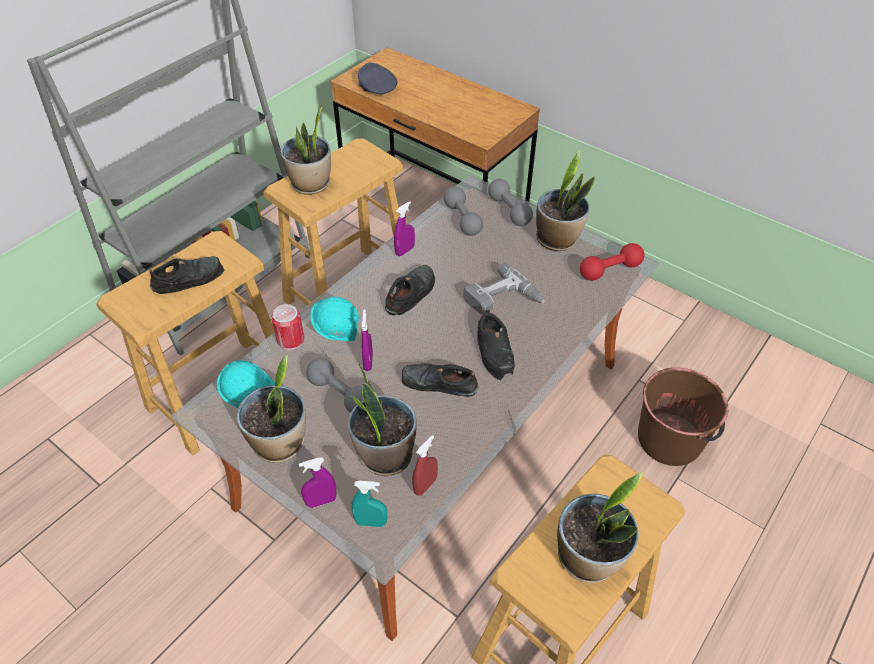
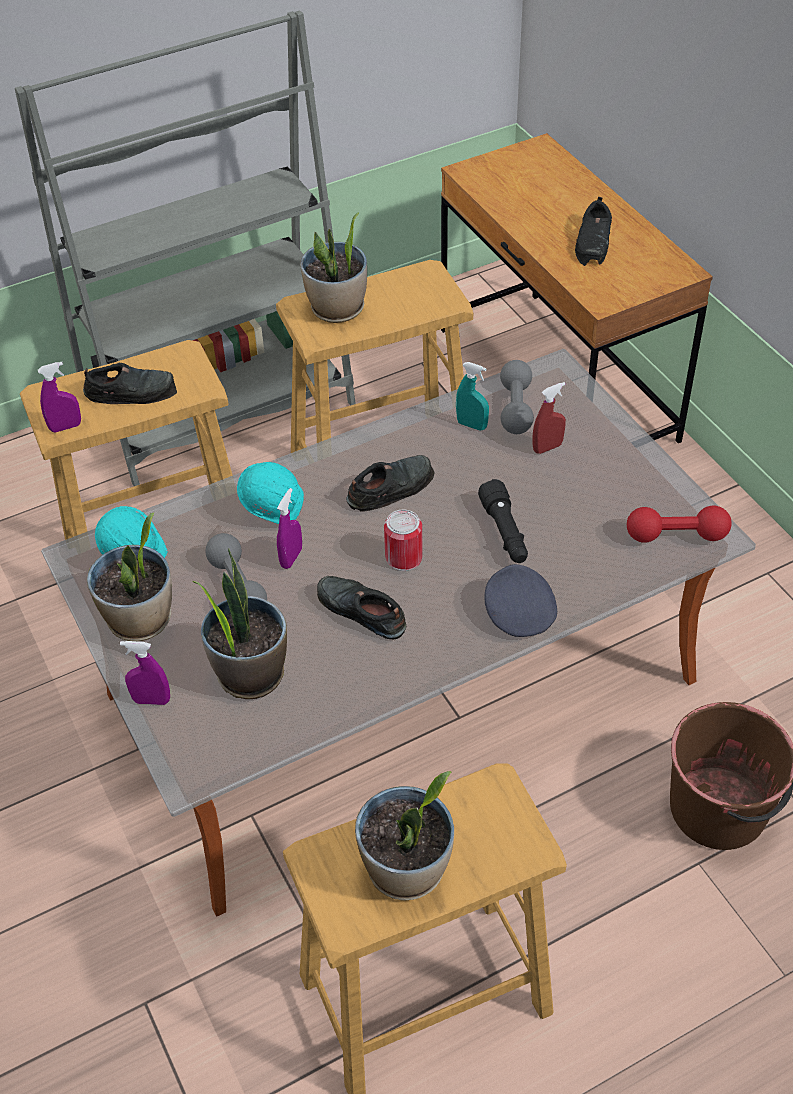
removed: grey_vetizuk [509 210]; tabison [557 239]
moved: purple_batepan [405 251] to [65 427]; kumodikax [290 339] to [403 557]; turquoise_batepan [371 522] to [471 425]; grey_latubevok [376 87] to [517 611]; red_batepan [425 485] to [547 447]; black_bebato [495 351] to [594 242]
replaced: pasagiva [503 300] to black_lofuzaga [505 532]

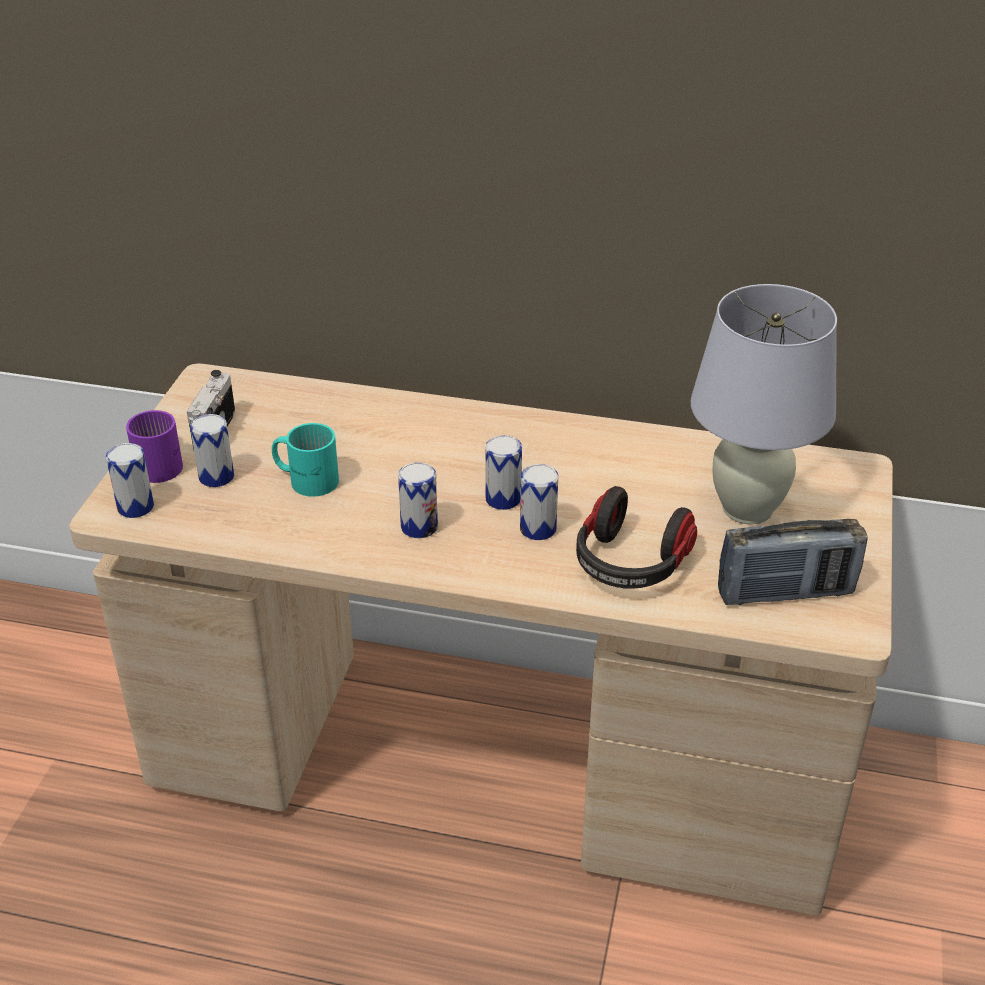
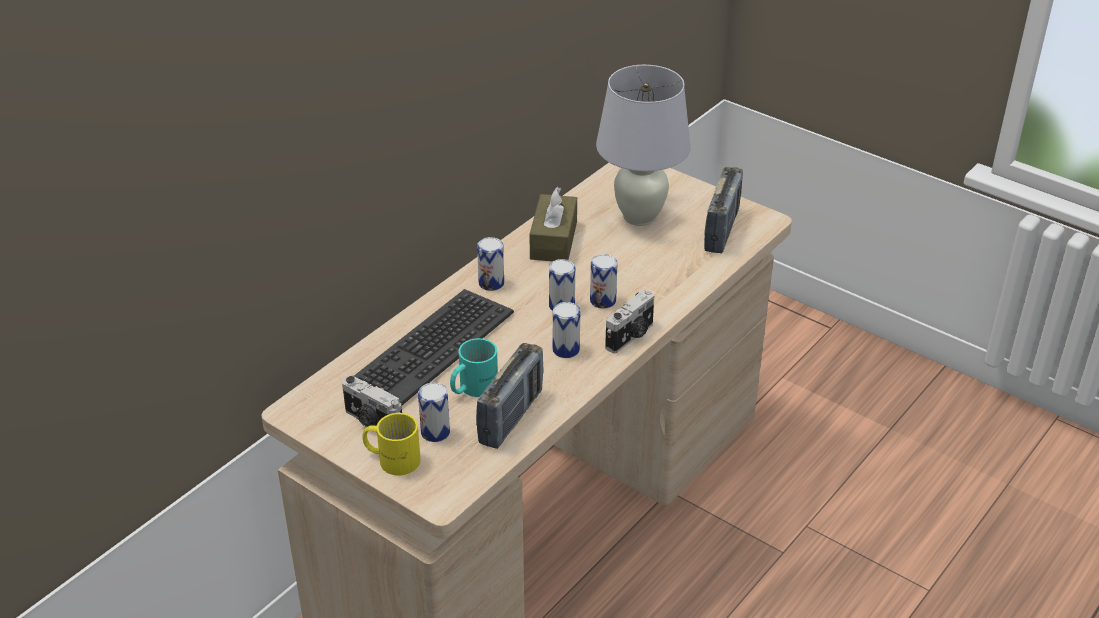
removed: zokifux [629 564]
added: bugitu [432 347]; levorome [511 417]; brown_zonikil [553 240]; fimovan [631 336]
moved: kumodikax [135 507] to [491 283]
recoloured: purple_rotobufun [161 462] to yellow_rotobufun [393 458]

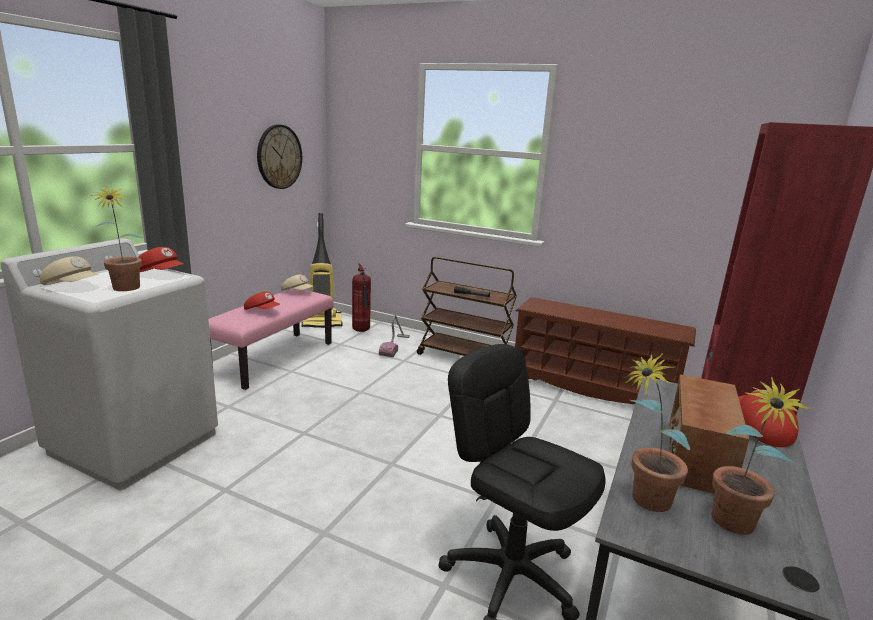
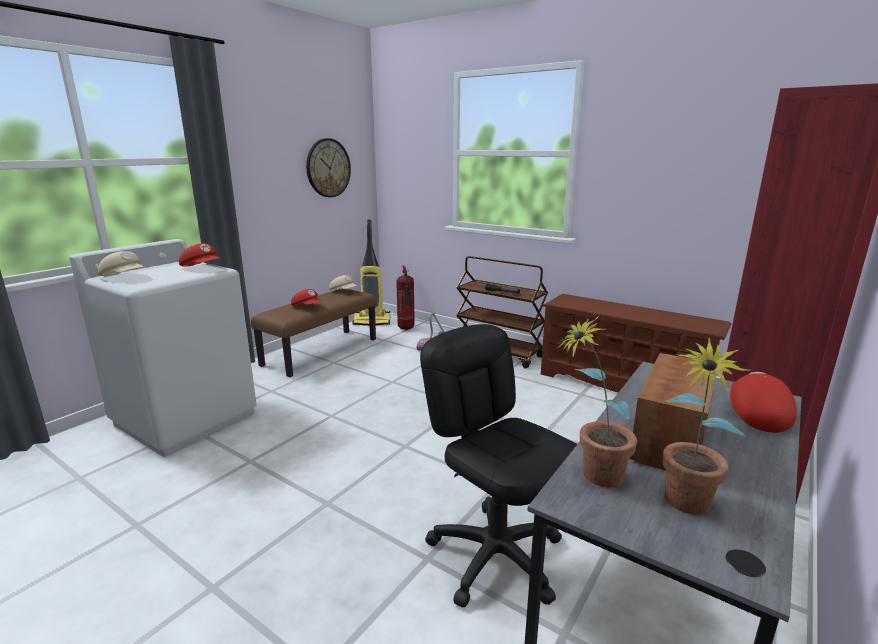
removed: tabison [125 290]
recoloured: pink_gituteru [273 359] to brown_gituteru [321 352]

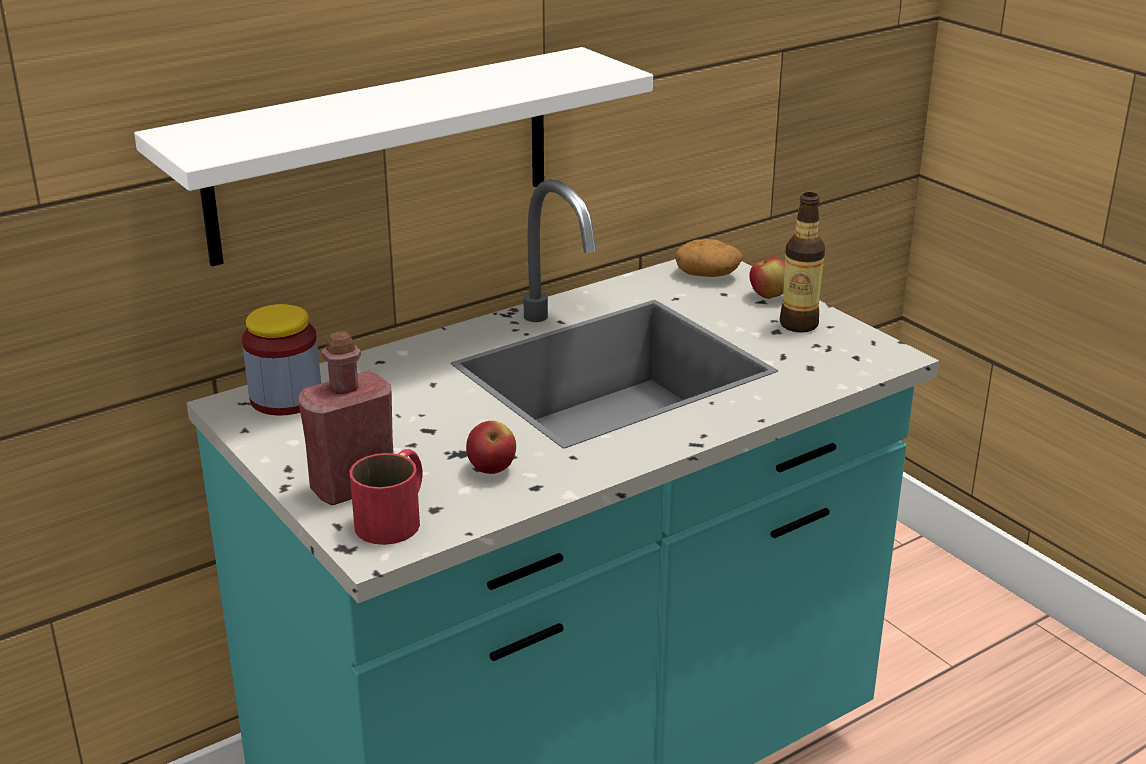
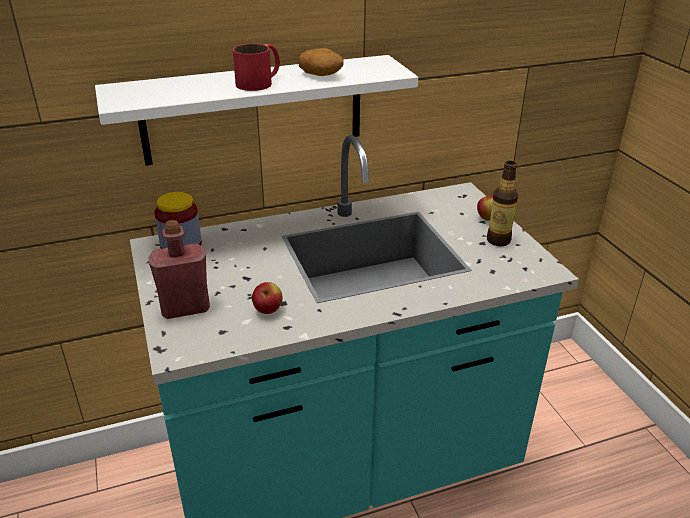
moved: red_rotobufun [396 517] to [260 82]; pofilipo [708 275] to [321 75]

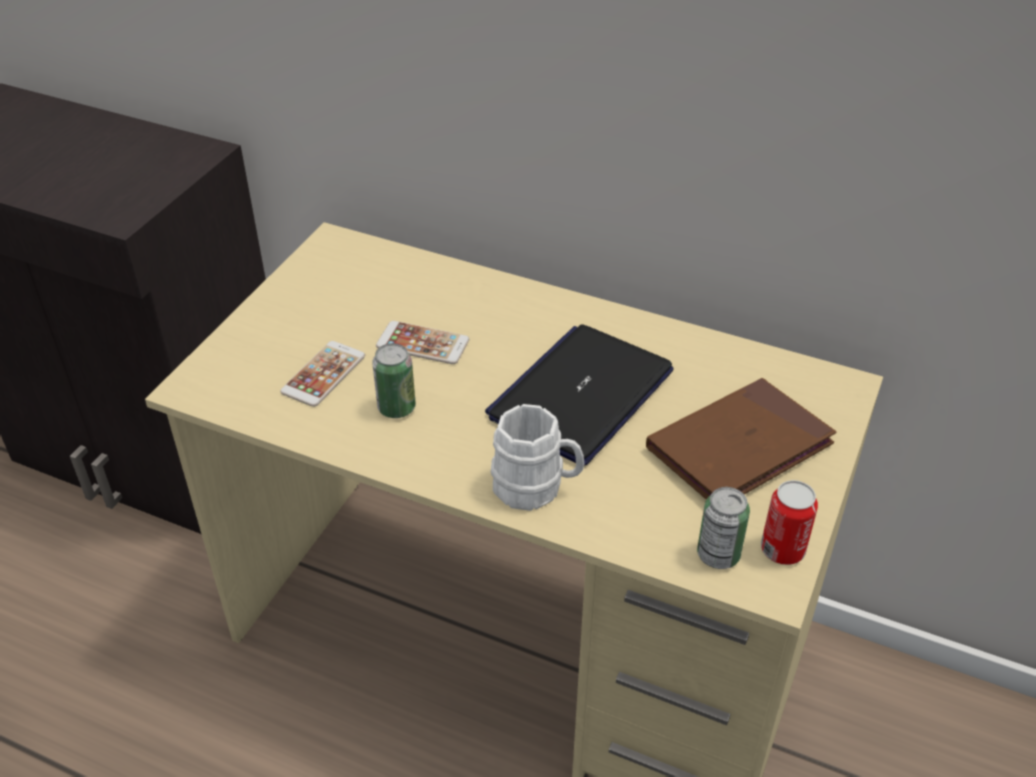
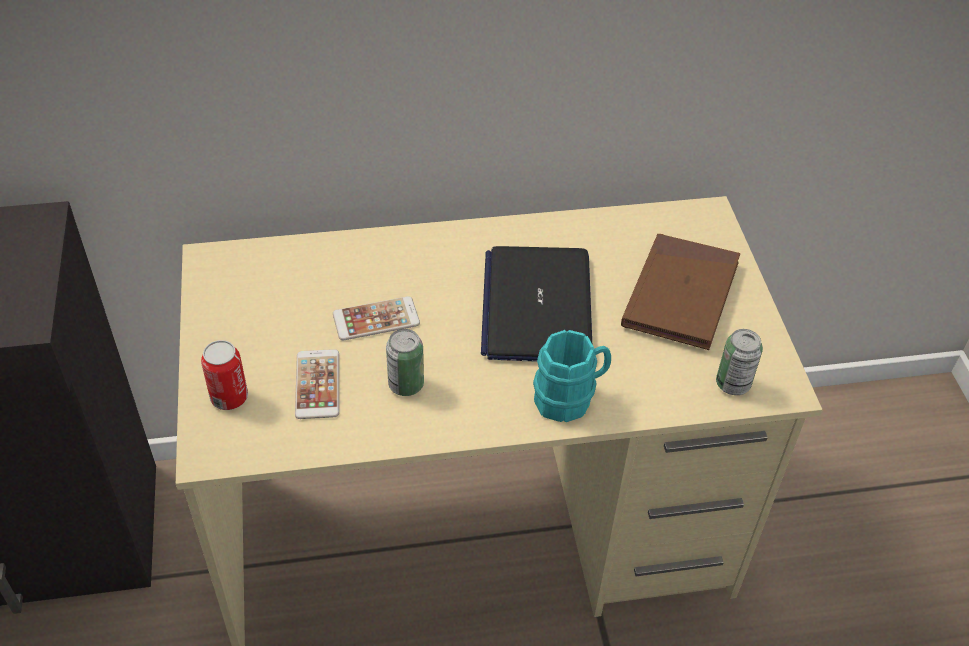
moved: kumodikax [782 550] to [229 397]
recoloured: white_rotobufun [537 488] to turquoise_rotobufun [570 397]

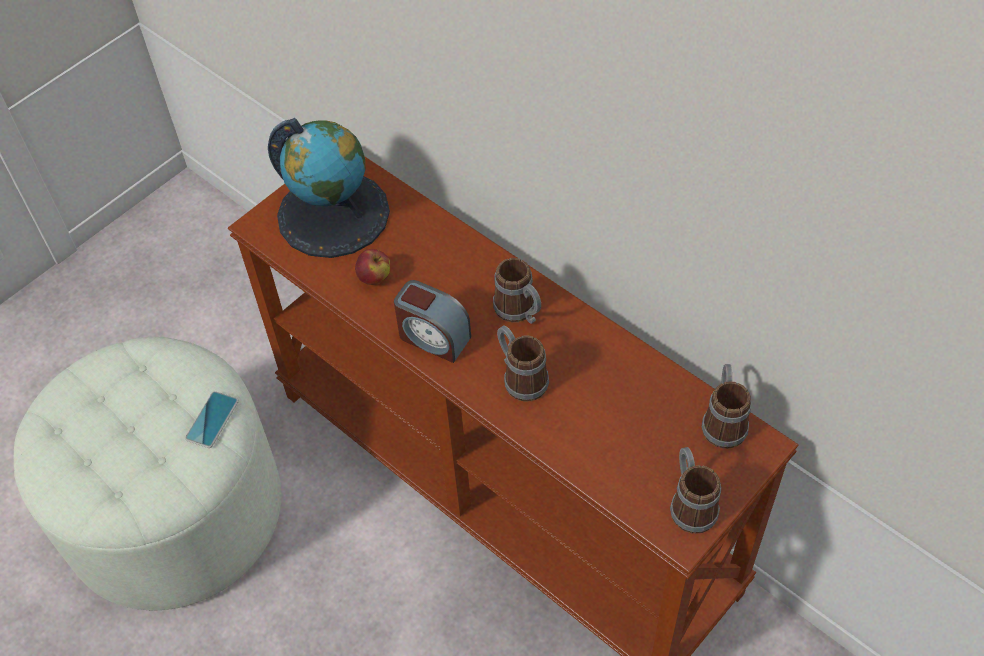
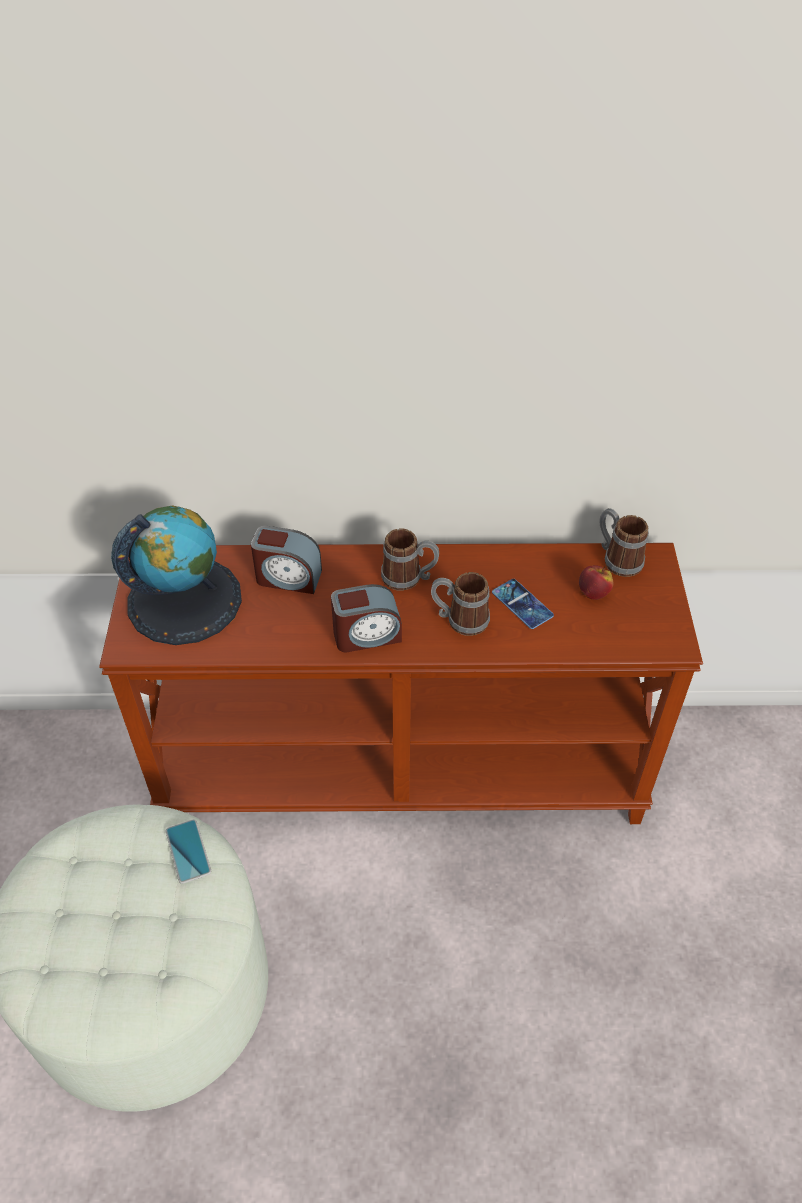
removed: rotobufun [690 503]
added: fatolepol [288 578]; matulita [522 604]
moved: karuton [374 278] to [593 593]

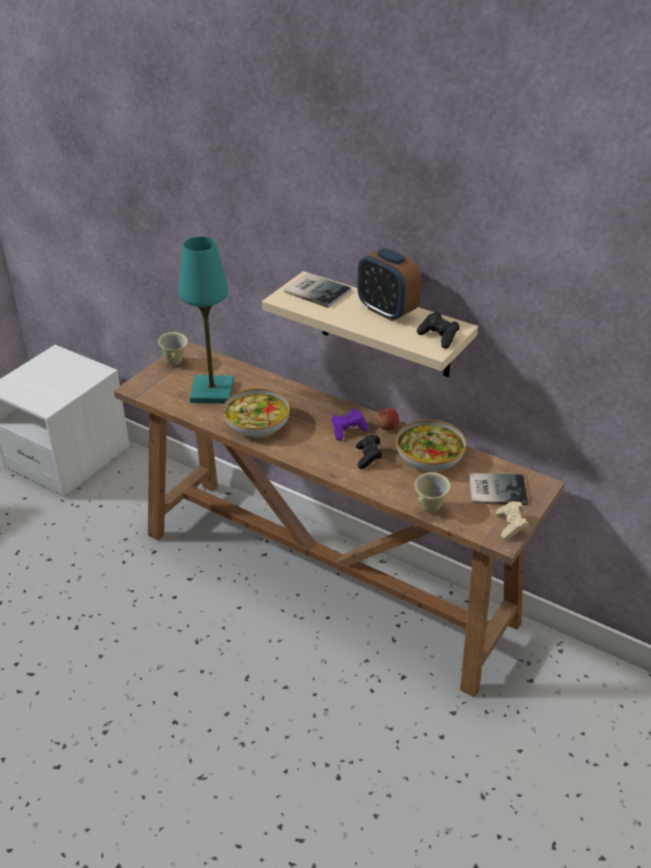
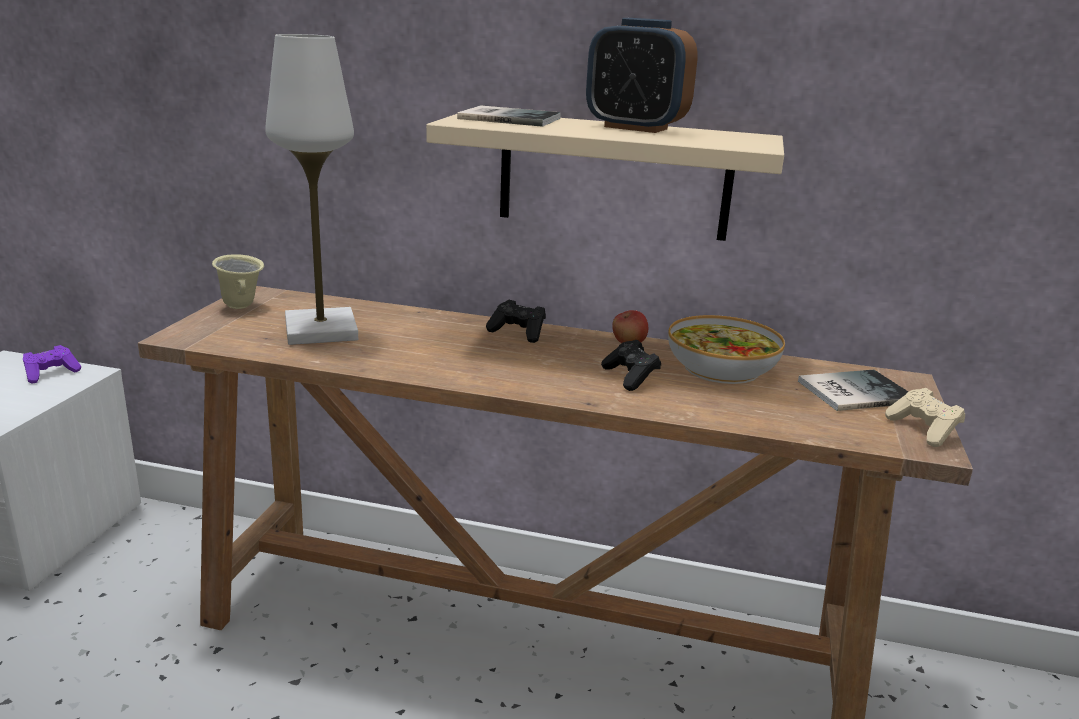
removed: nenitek [257 424]; beige_rotobufun [430 510]
moved: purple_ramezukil [348 430] to [51 373]; black_ramezukil [439 337] to [518 333]
recoloured: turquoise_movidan [212 391] to white_movidan [320 330]

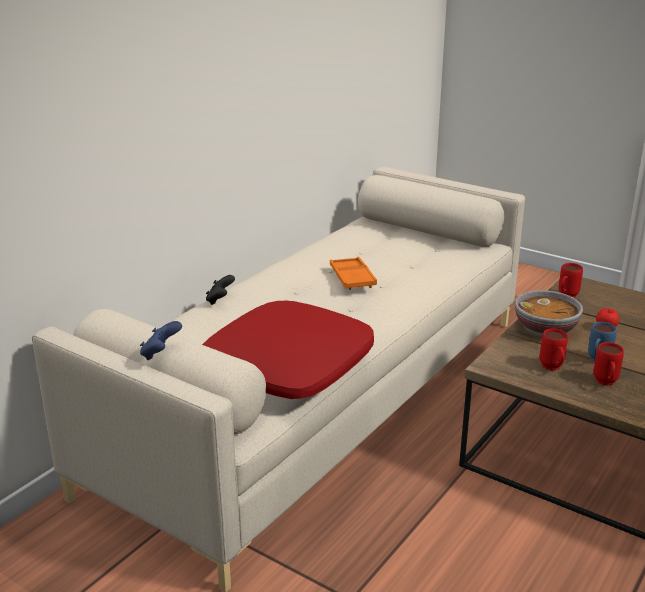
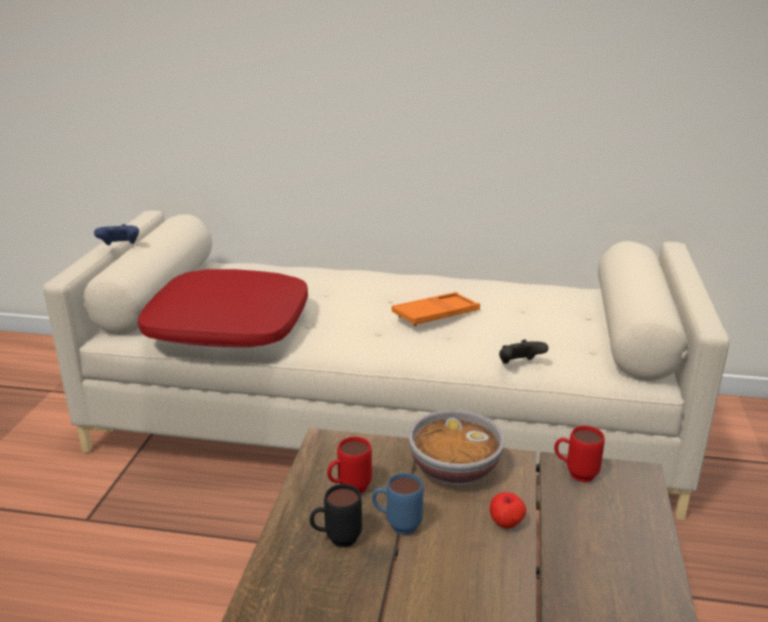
moved: black_ramezukil [220 300] to [519 365]
recoloured: red_rotobufun [605 384] to black_rotobufun [336 540]

